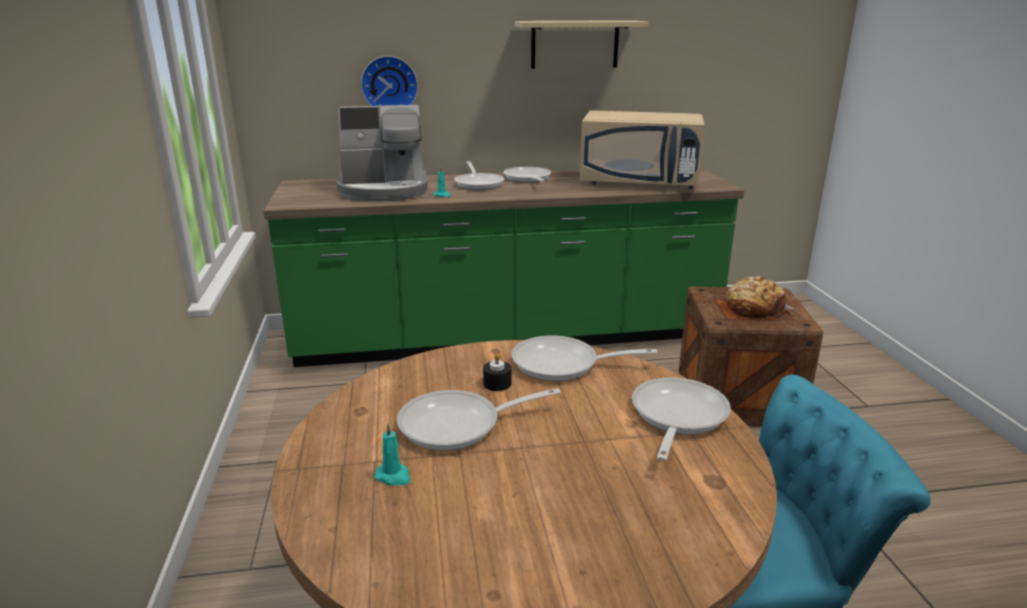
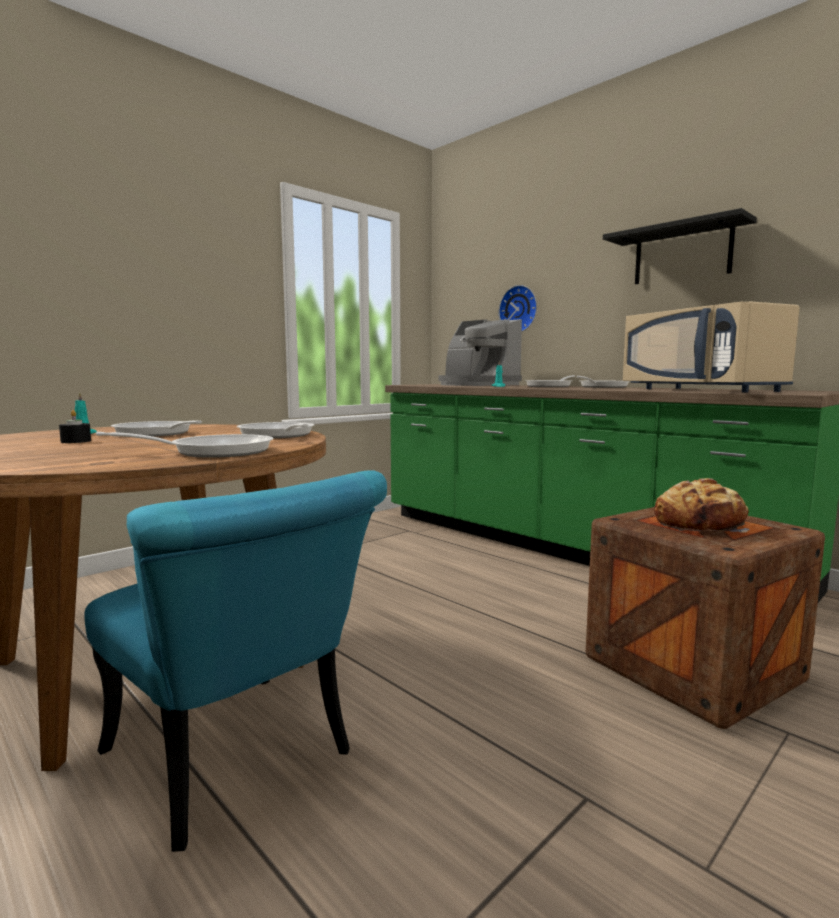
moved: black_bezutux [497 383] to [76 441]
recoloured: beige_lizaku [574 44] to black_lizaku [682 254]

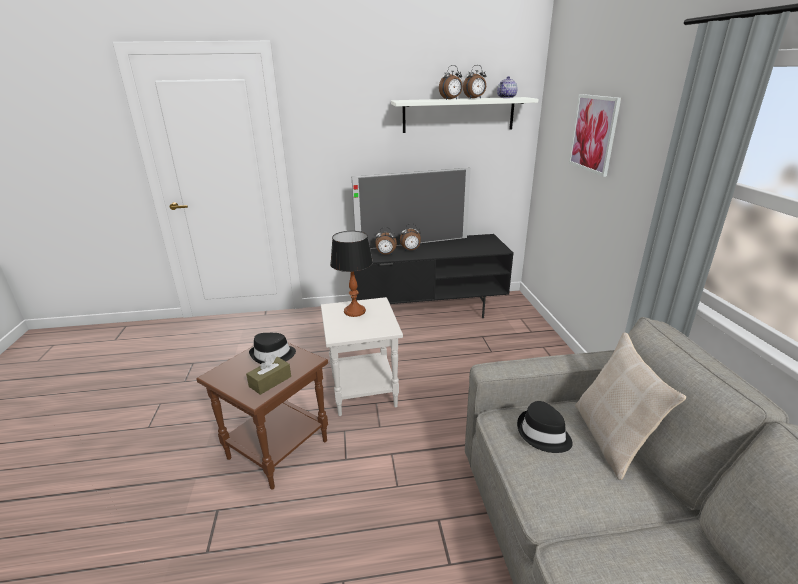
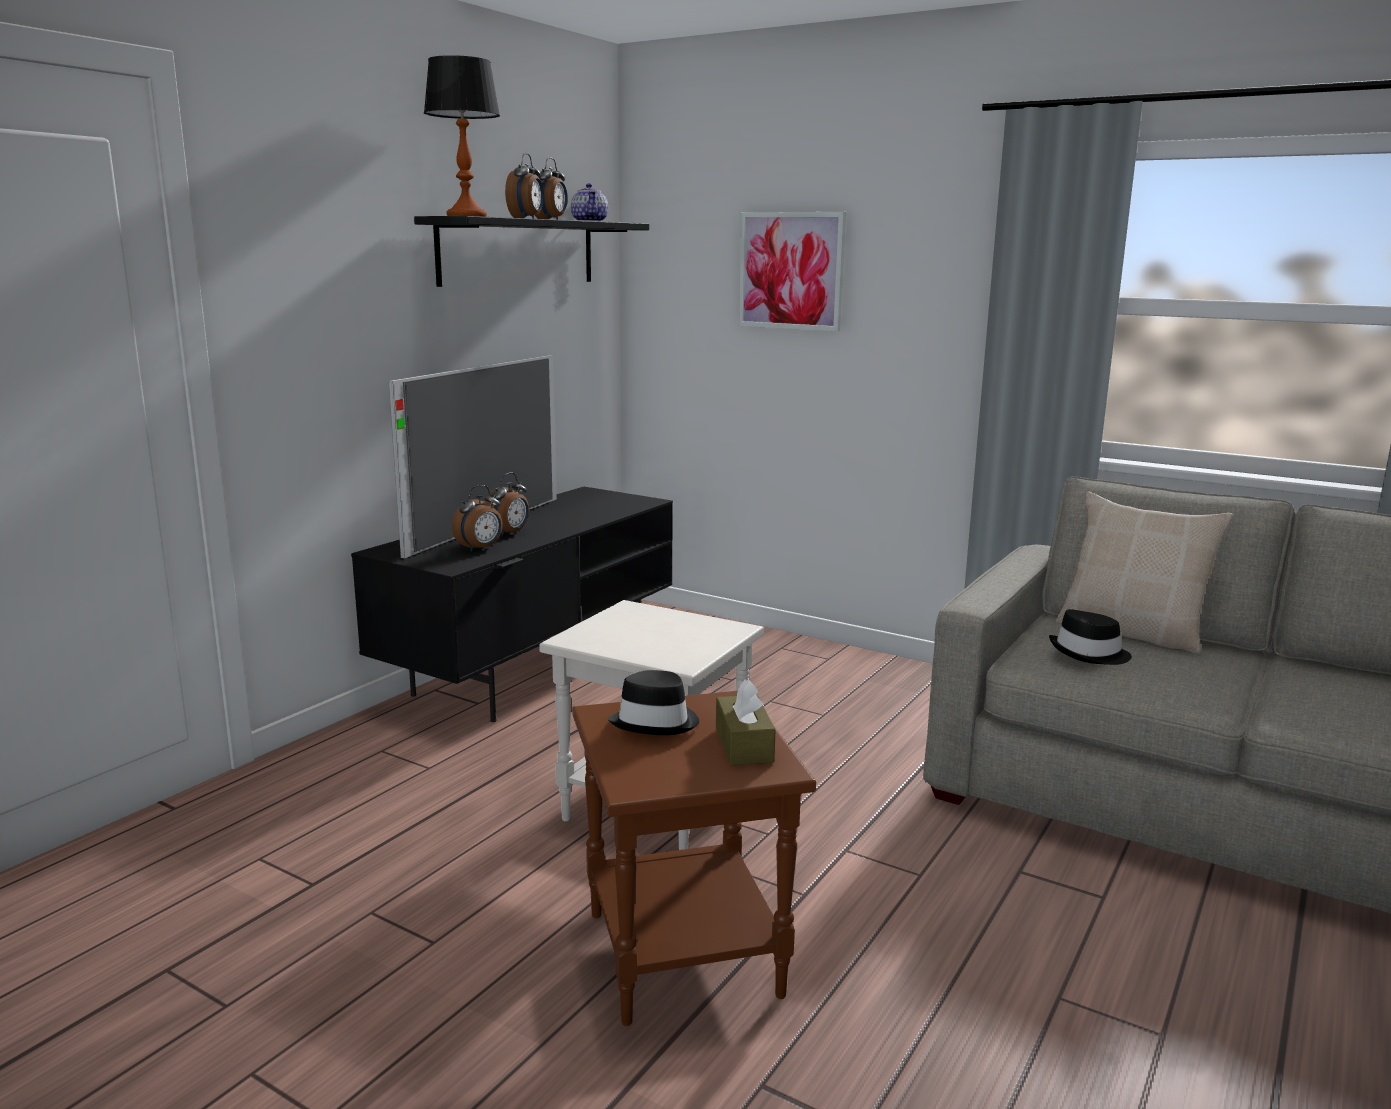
moved: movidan [355 311] to [467 216]
recoloured: white_lizaku [458 115] to black_lizaku [518 252]

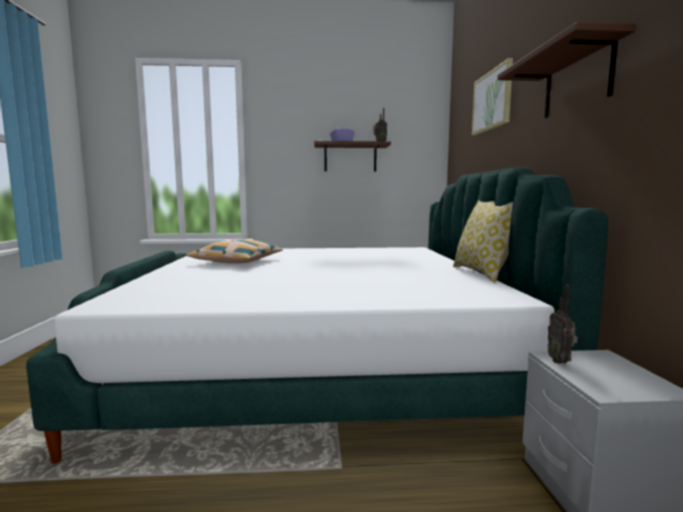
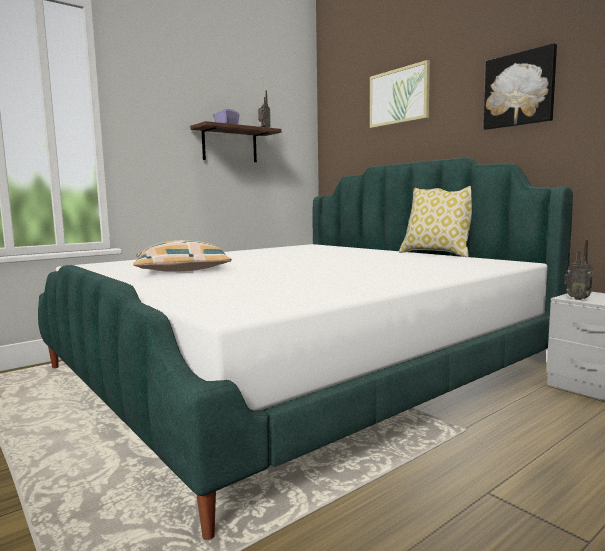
replaced: brown_lizaku [577 81] to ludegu [519 90]

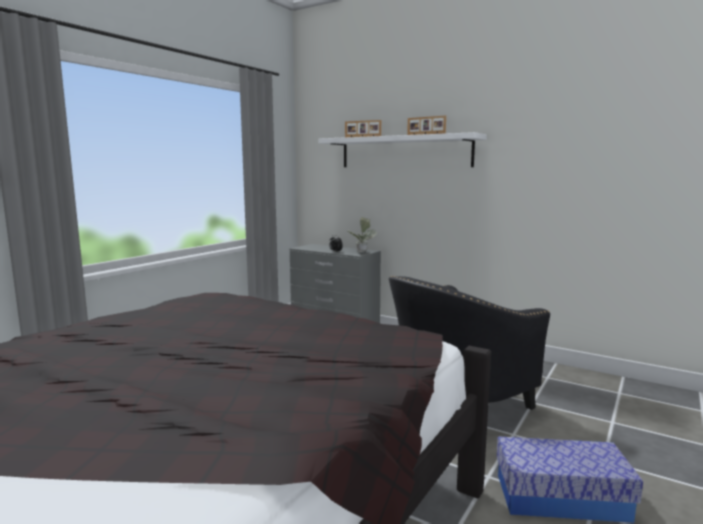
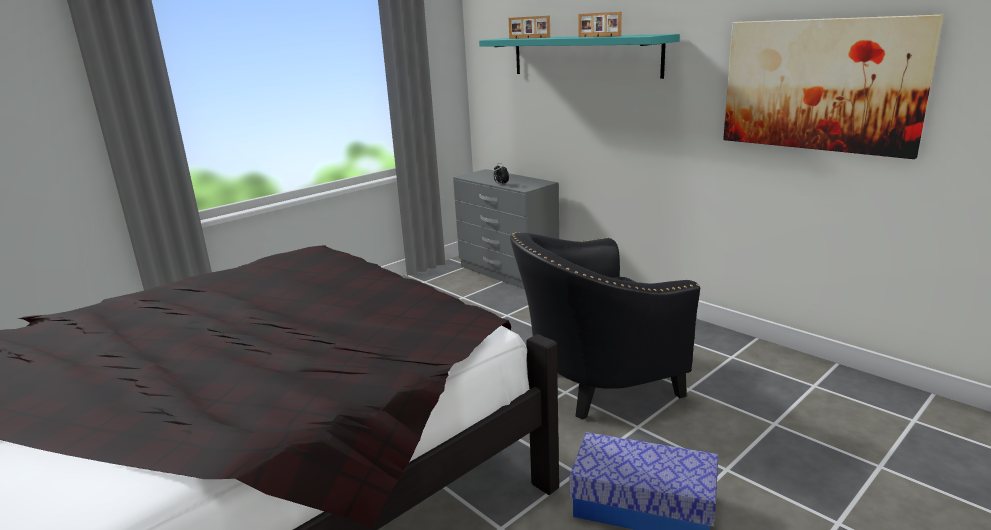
removed: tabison [362 253]
added: ludegu [820 85]
recoloured: white_lizaku [404 152] to turquoise_lizaku [583 56]

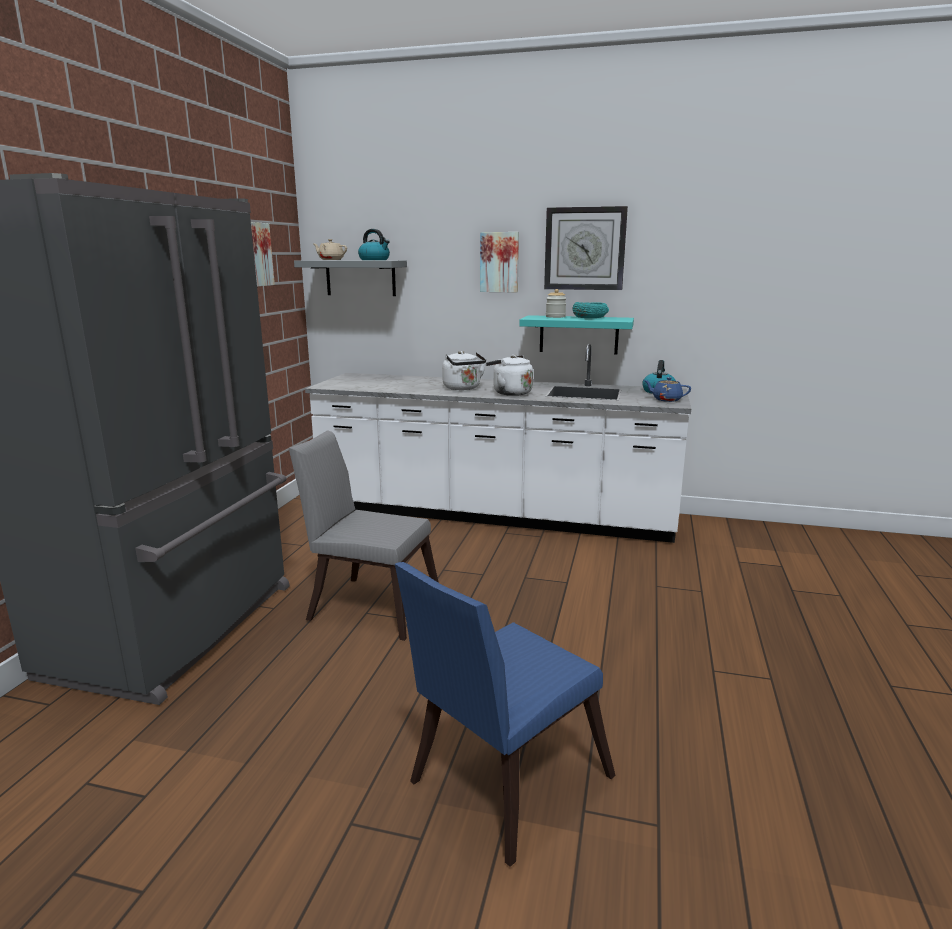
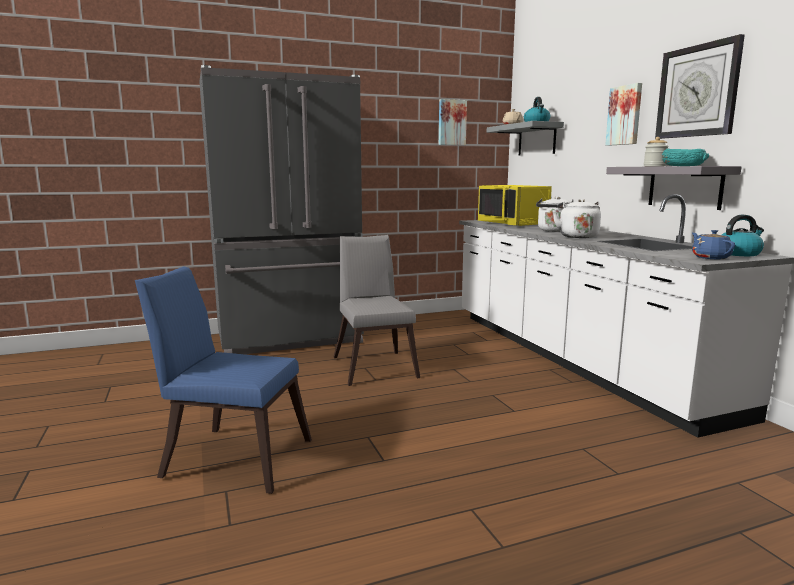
added: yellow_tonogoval [513 223]
recoloured: turquoise_lizaku [578 334] to grey_lizaku [684 187]

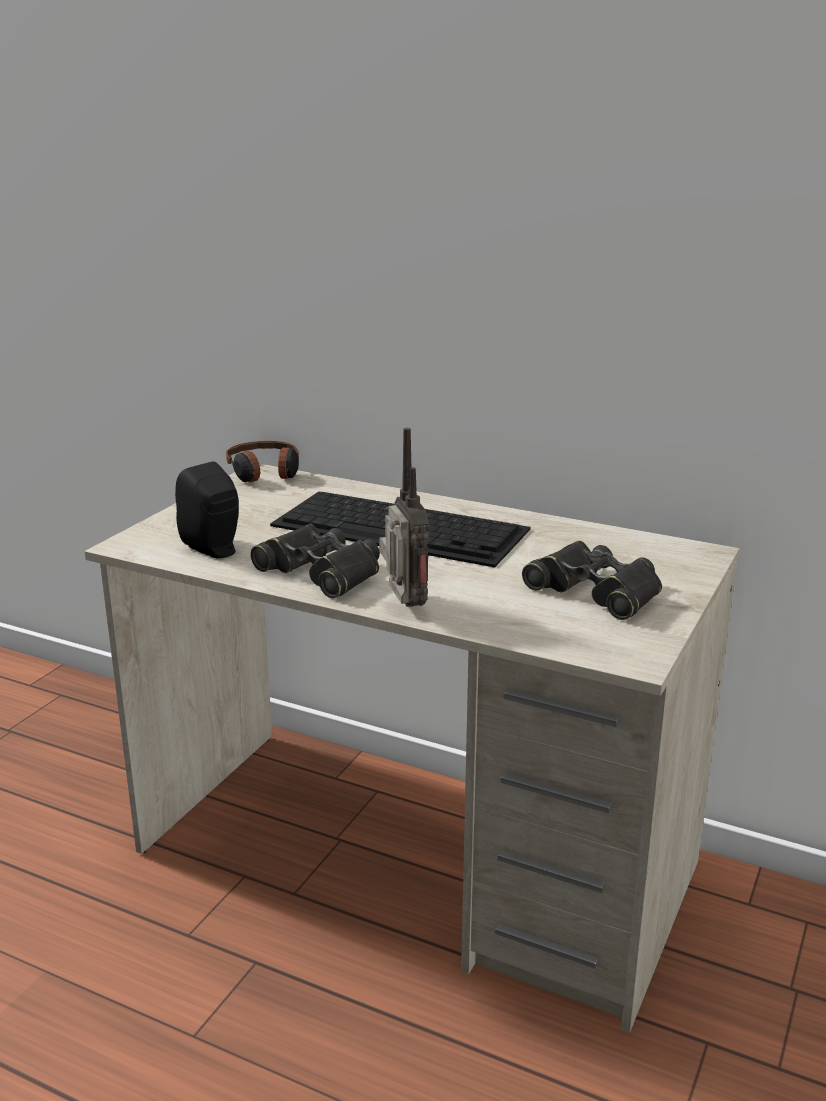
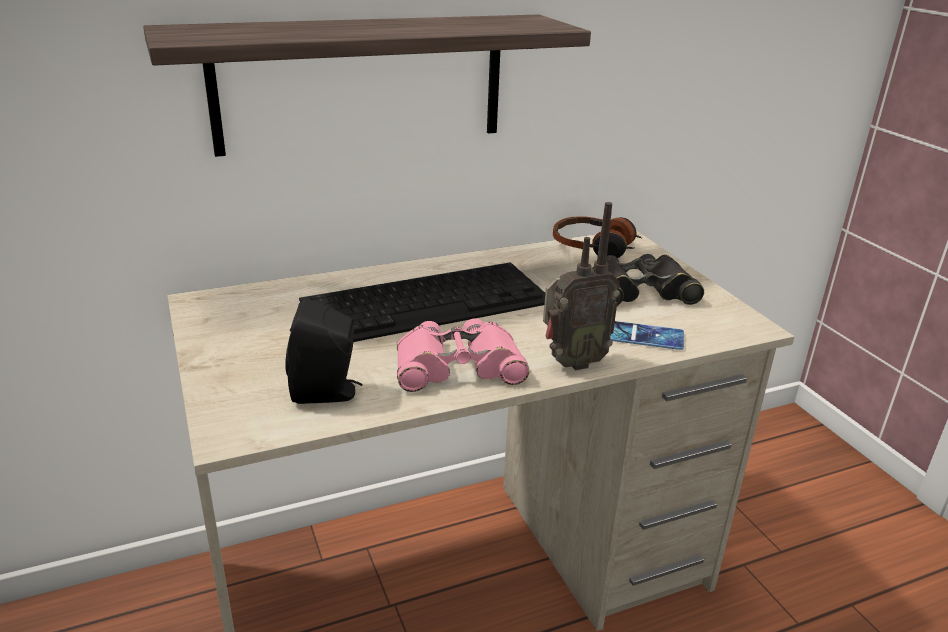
added: lizaku [361 83]; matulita [642 336]
moved: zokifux [264 472] to [594 247]
recoloured: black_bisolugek [321 572] to pink_bisolugek [458 367]
turned: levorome [404 606] = [571 362] 135 degrees clockwise

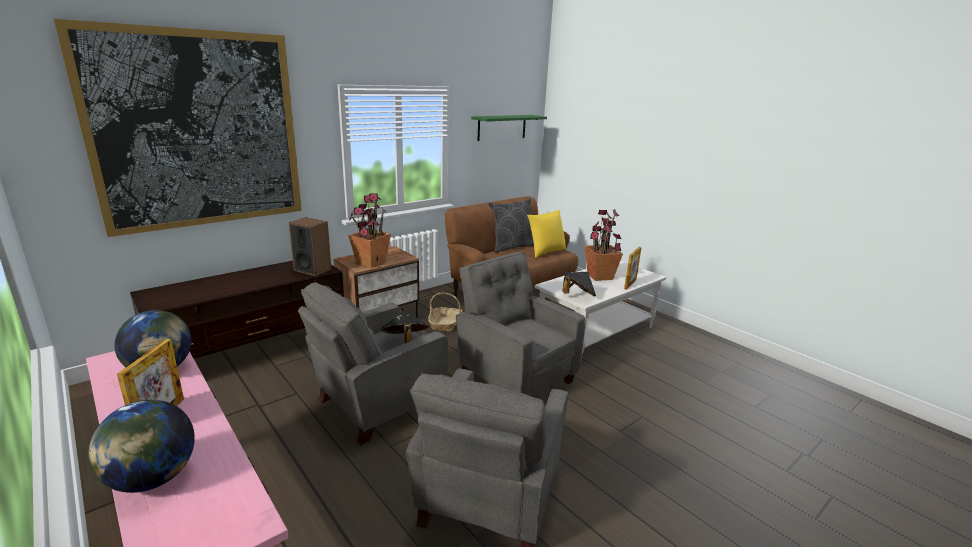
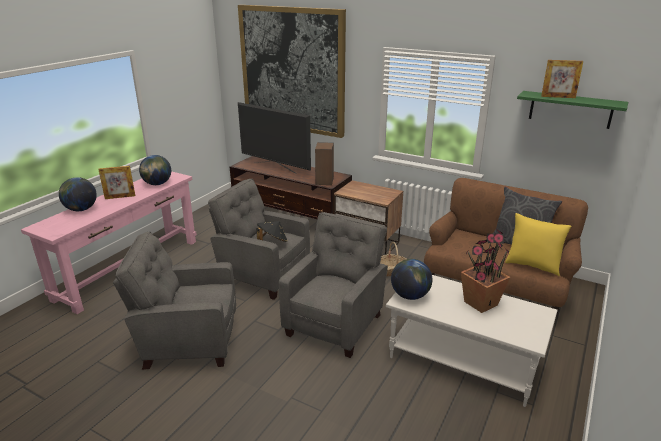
removed: tabison [370 263]
added: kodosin [275 168]
moved: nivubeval [630 284] to [558 97]
replaced: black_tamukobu [577 295] to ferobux [410 295]

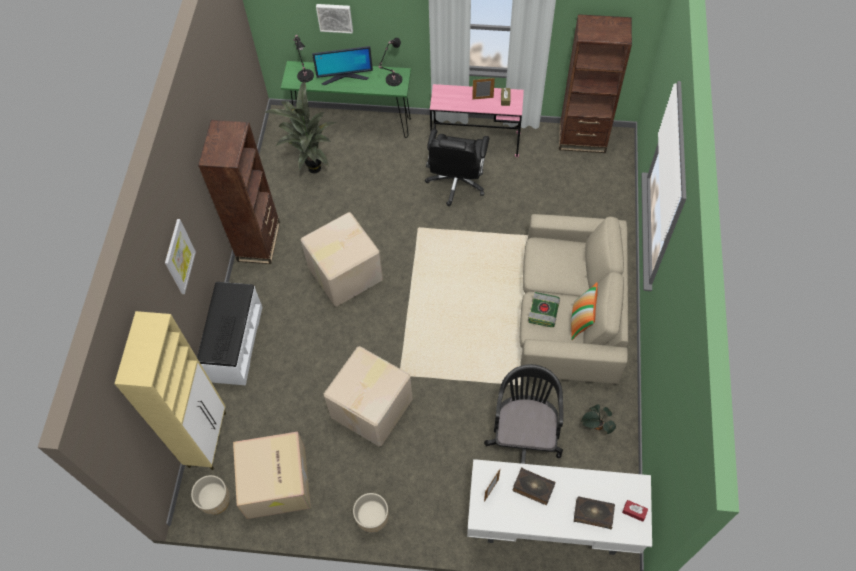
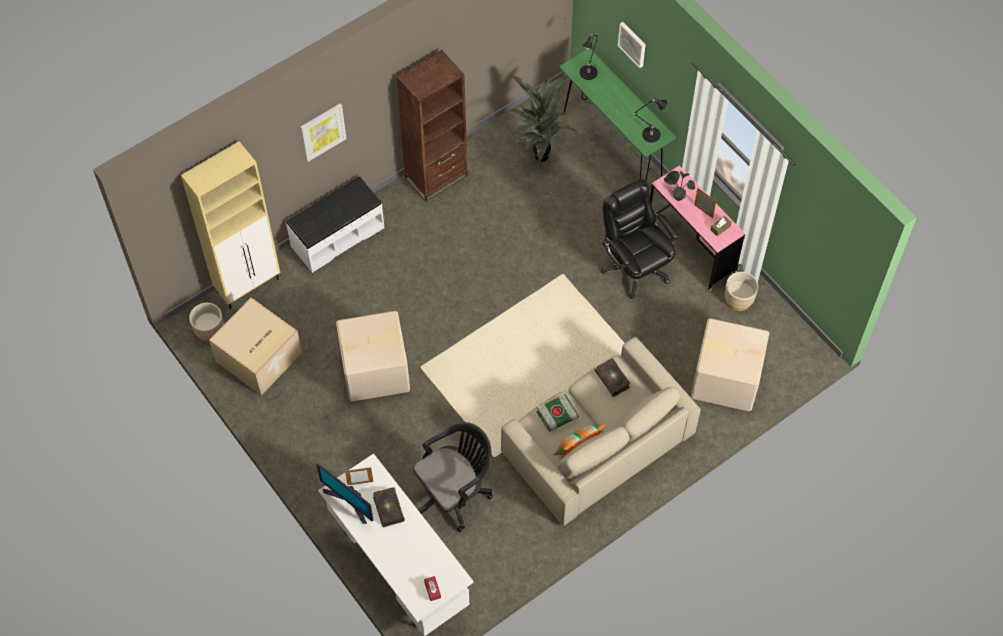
removed: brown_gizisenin [582 139]
moved: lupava [345 77] to [349 502]; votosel [593 513] to [612 379]; tabison [596 427] to [677 196]; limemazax [344 273] to [725 378]; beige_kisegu [372 518] to [738 300]
turned: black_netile [456 182] = [635 266] 90 degrees clockwise

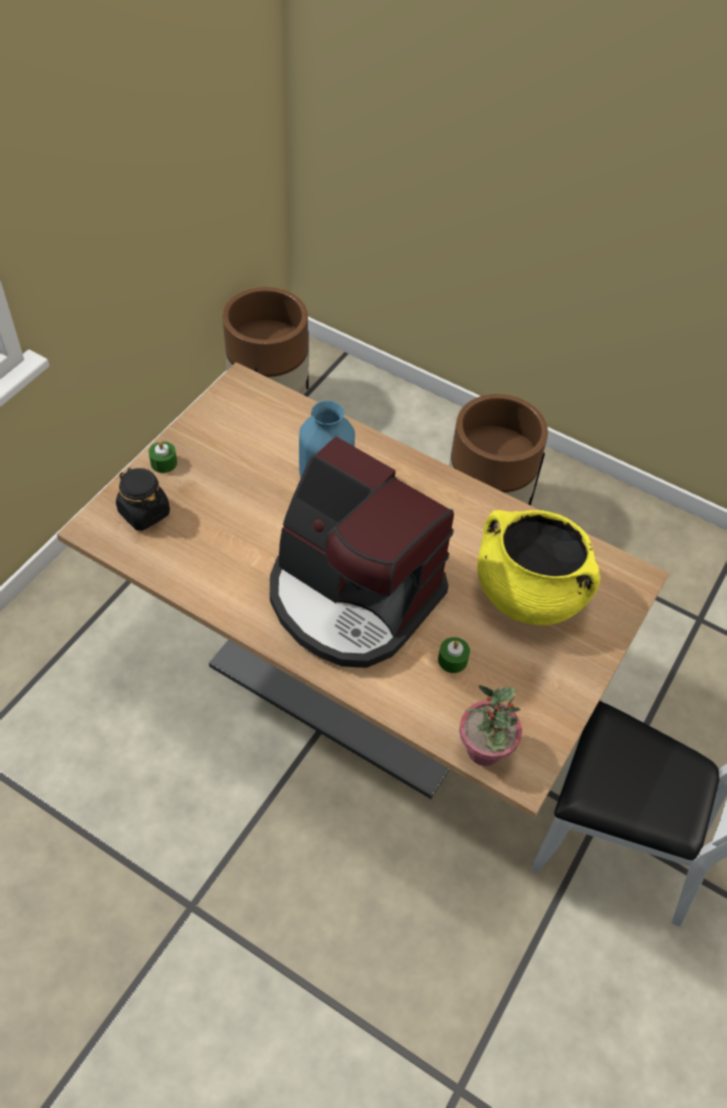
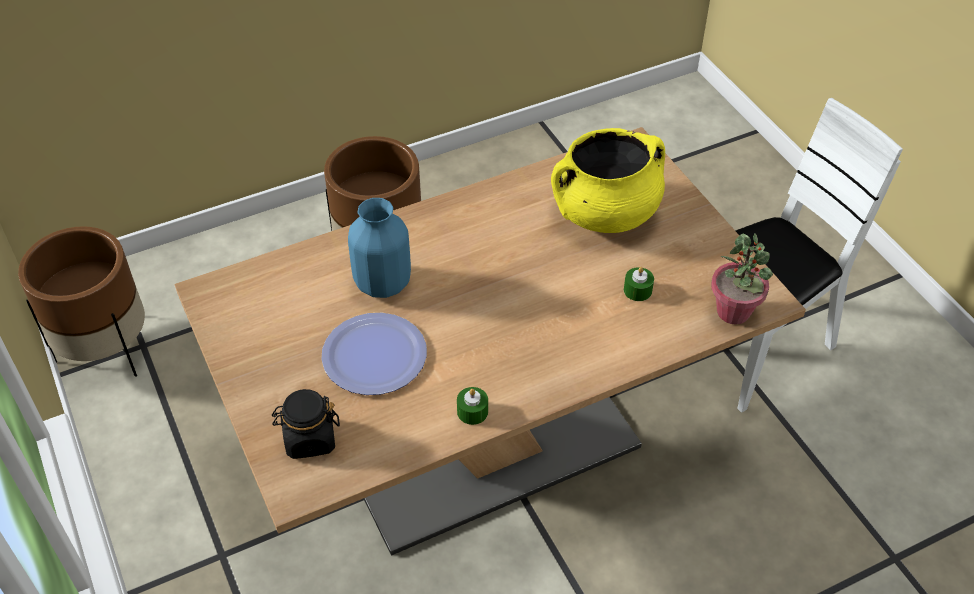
removed: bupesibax [352 597]
added: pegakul [374 355]
moved: green_bezutux [164 463] to [472 411]

